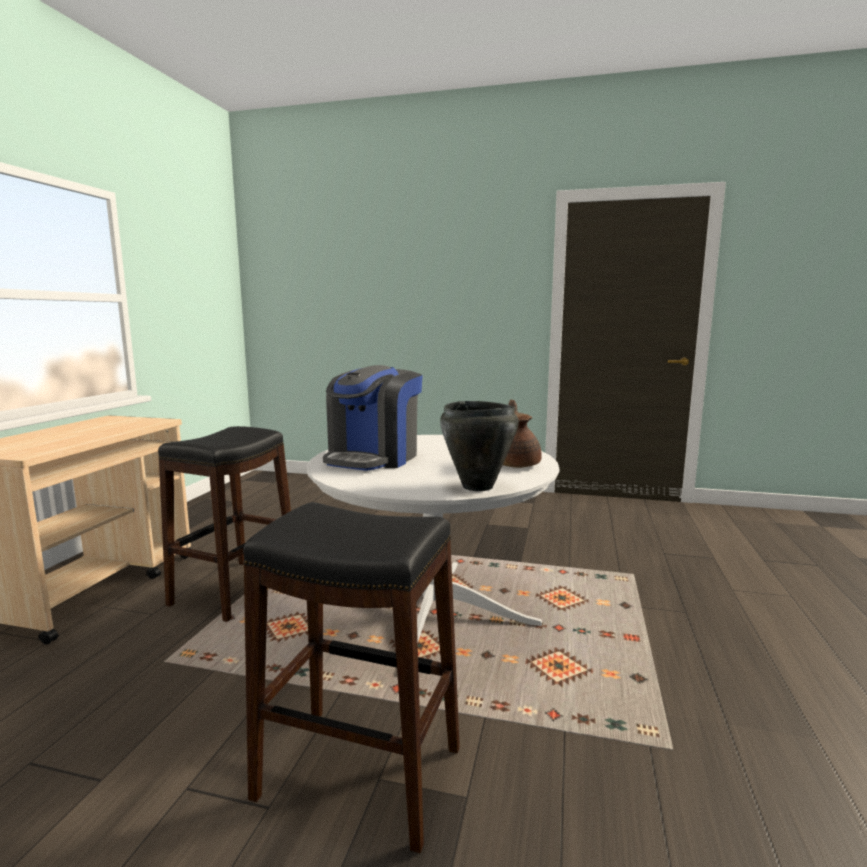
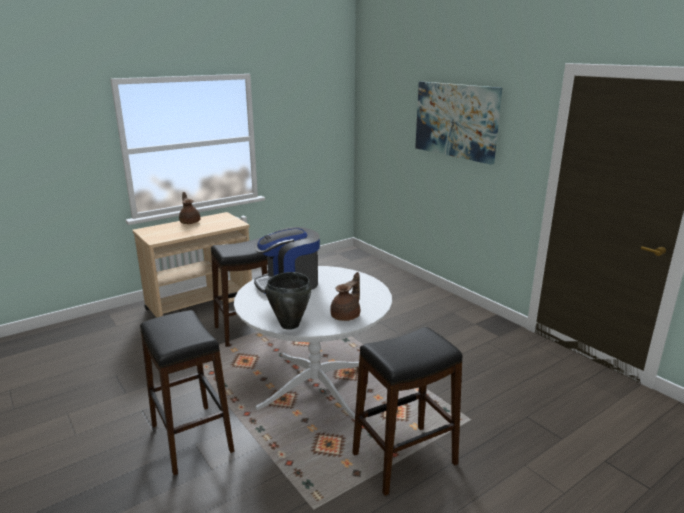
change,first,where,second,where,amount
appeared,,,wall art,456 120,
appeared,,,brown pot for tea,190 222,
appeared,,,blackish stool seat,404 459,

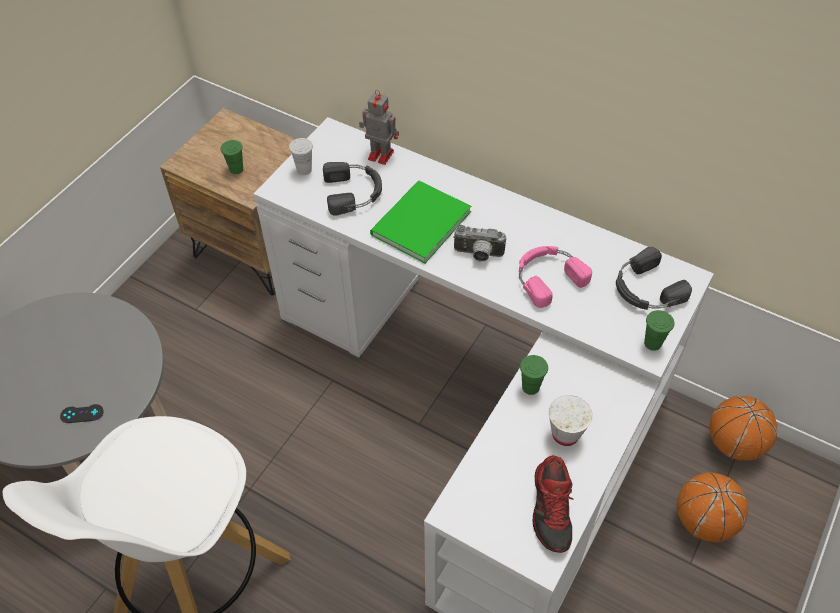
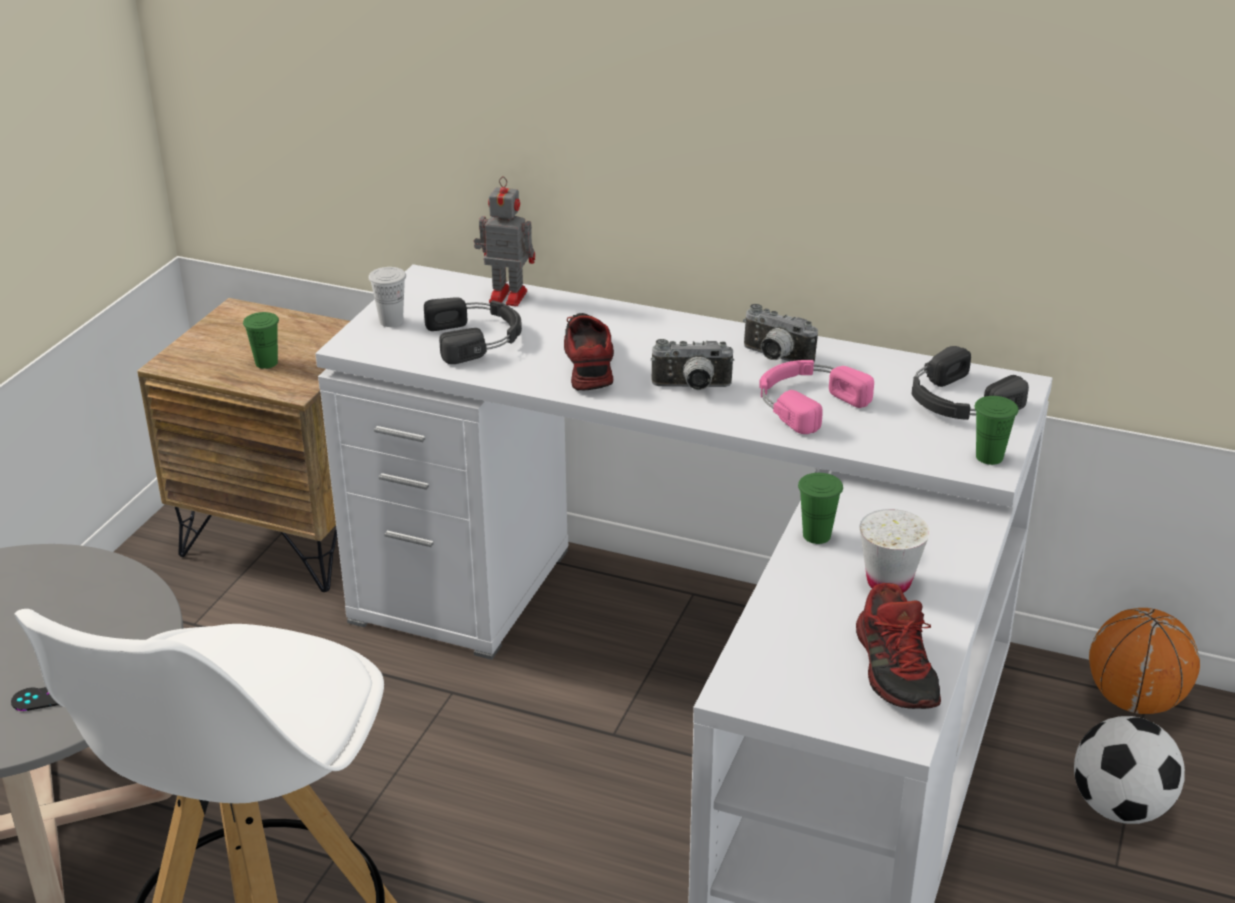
change,first,where,second,where,amount
exchanged,green book,417 224,item of footwear,587 363,
exchanged,ball for basketball,703 521,ball for football,1119 807,
appeared,,,still camera,774 358,

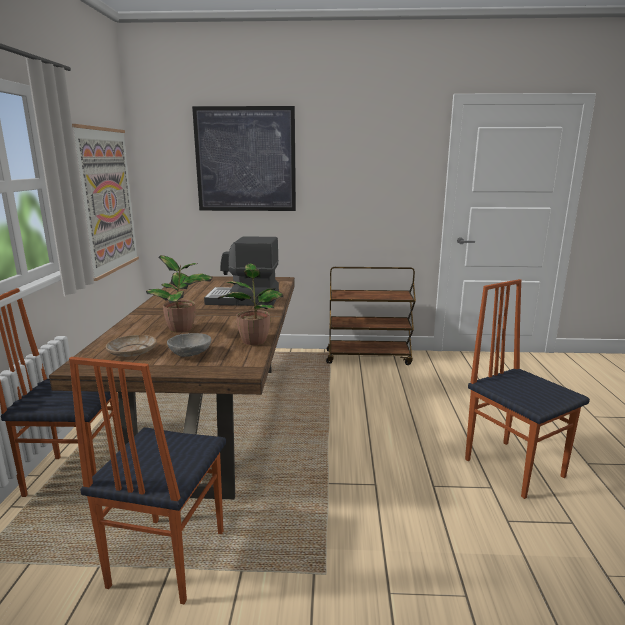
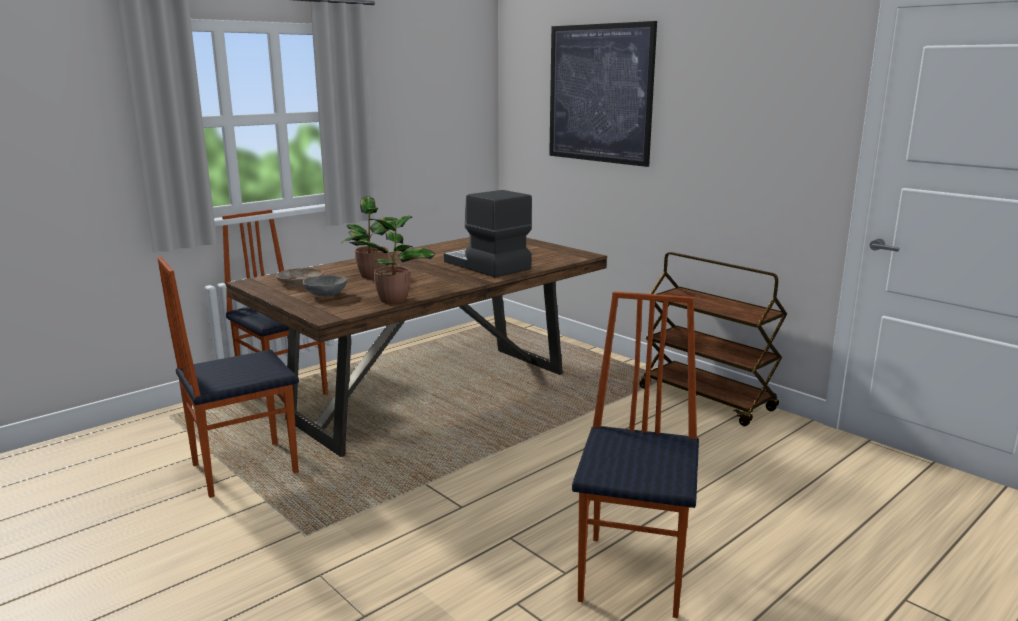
change,first,where,second,where,amount
missing,wall art,108 201,,,

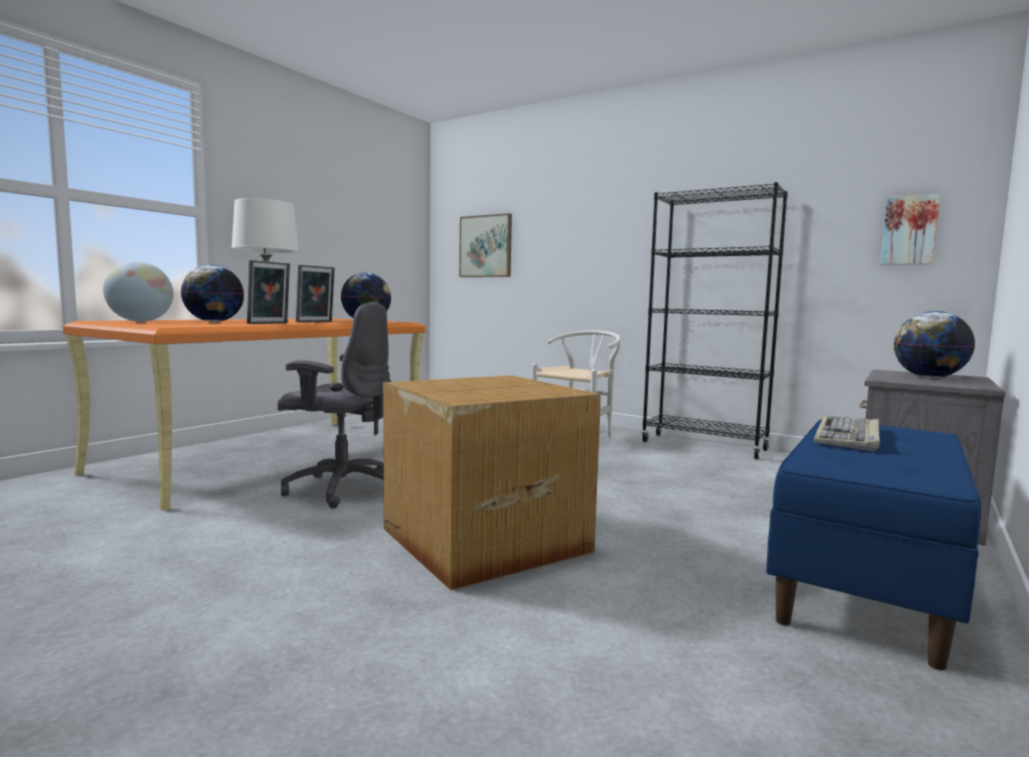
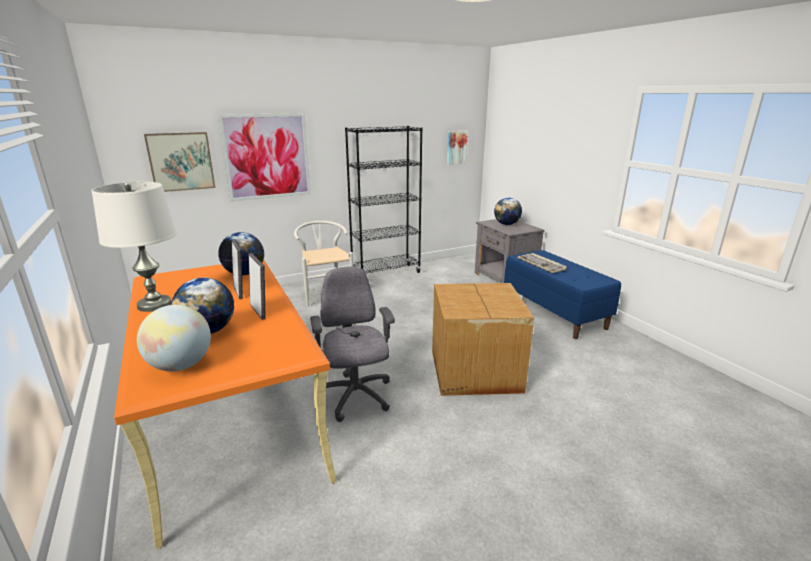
change,first,where,second,where,amount
spun,grey computer chair,341 488,,355 397,60 degrees counterclockwise
appeared,,,wall art,267 156,

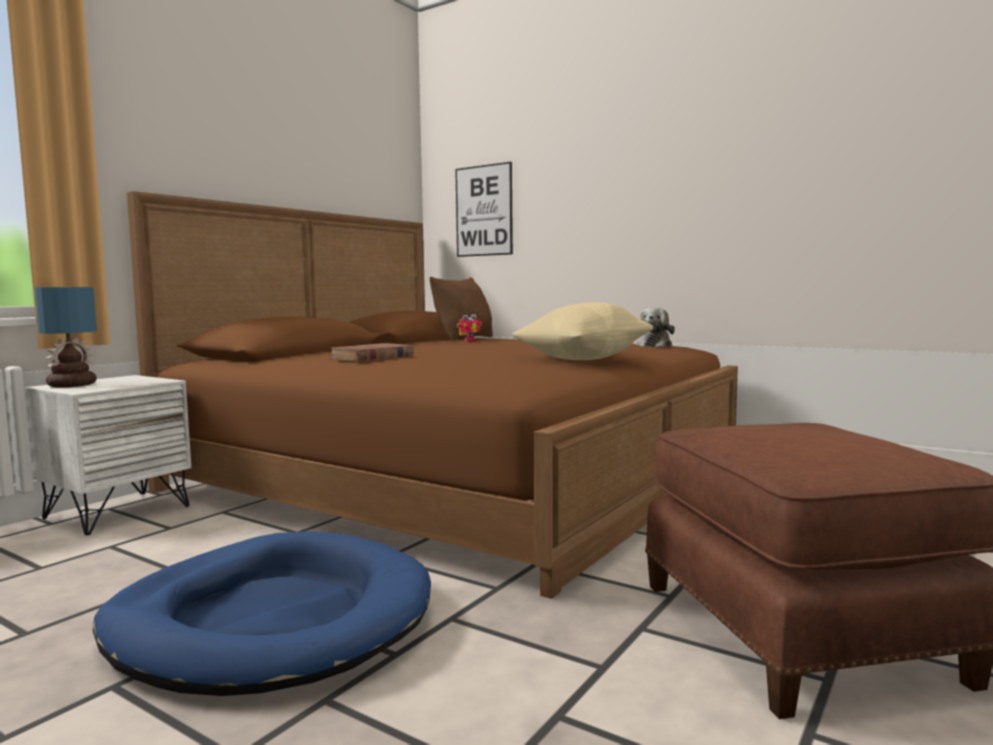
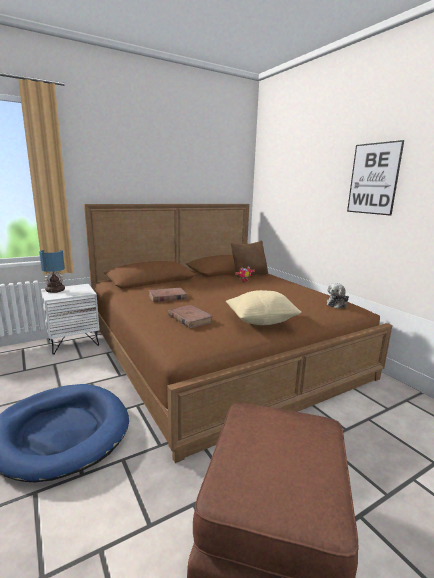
change,first,where,second,where,amount
relocated,wall art,484 210,,373 179,
appeared,,,brown book,190 318,

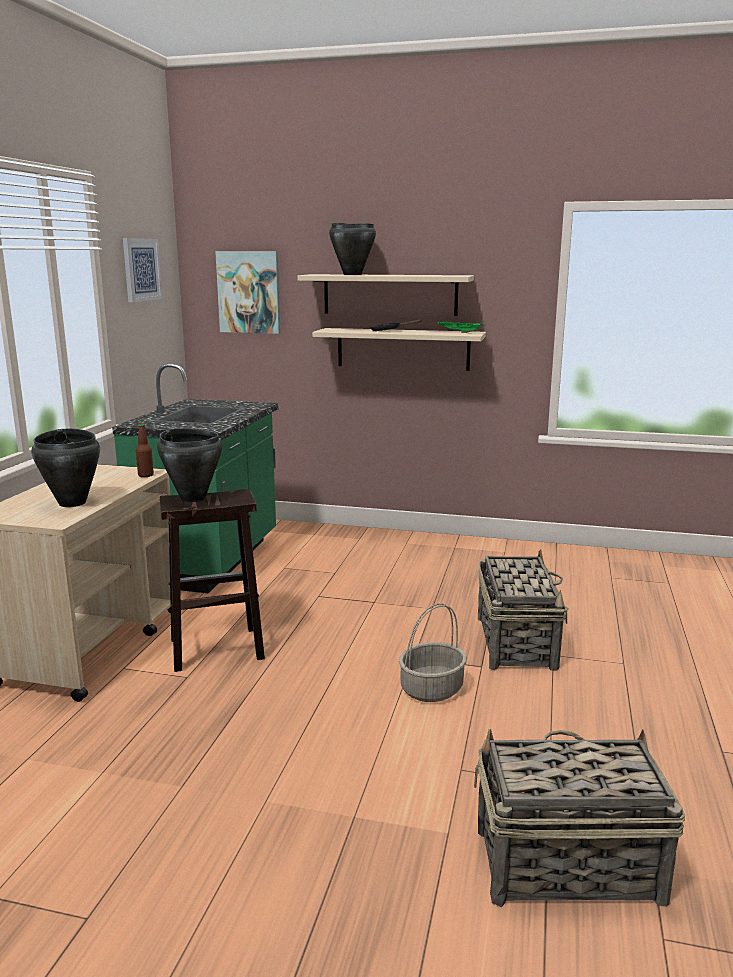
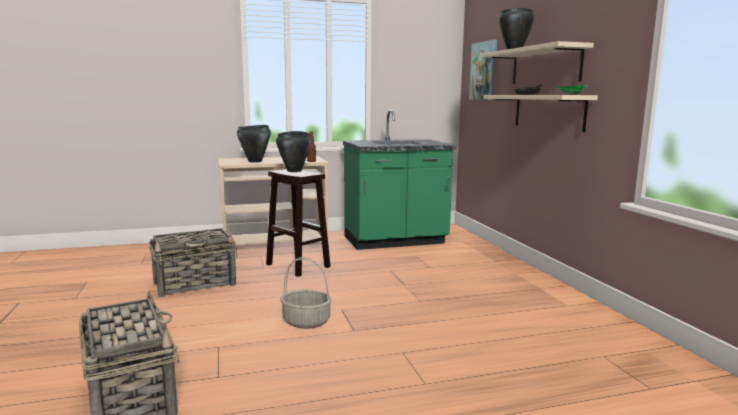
change,first,where,second,where,amount
missing,wall art,141 269,,,
relocated,storage basket,515 642,,196 284,

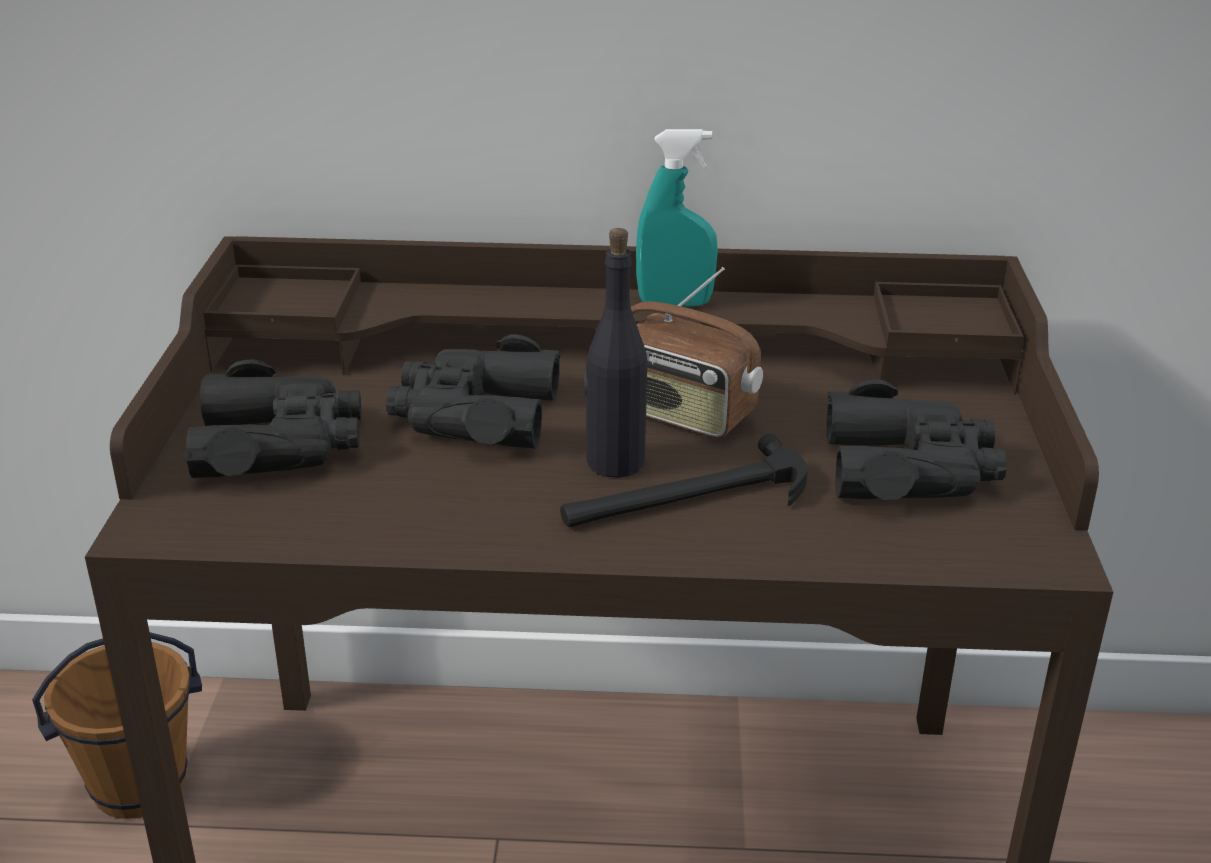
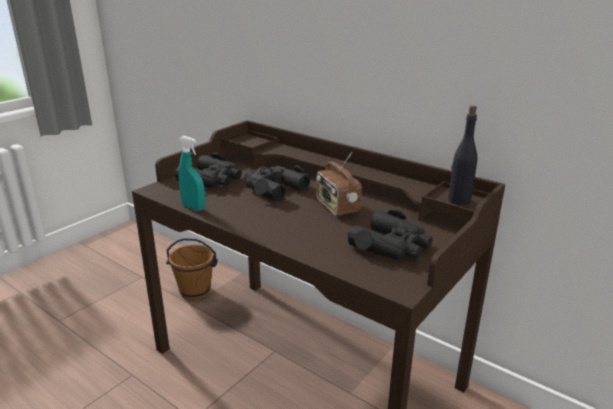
change,first,where,second,where,amount
relocated,blue-green sprayer,674 303,,193 207,
relocated,blackish beverage bottle,614 462,,459 200,
missing,hand hammer,686 499,,,

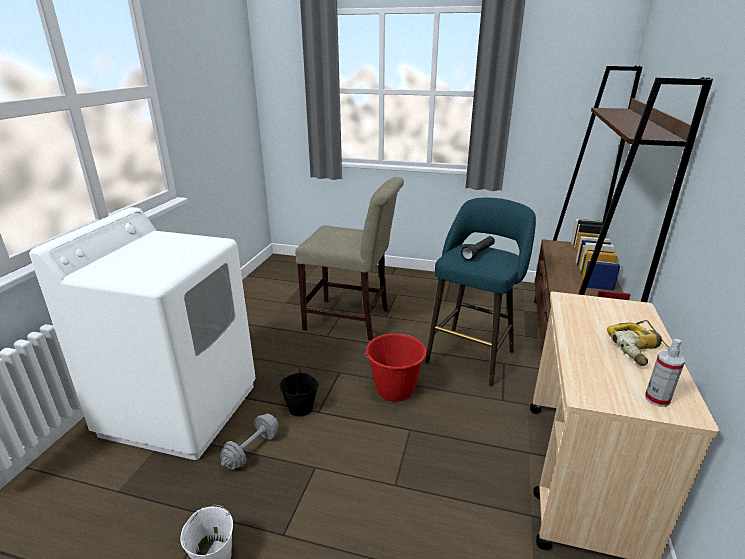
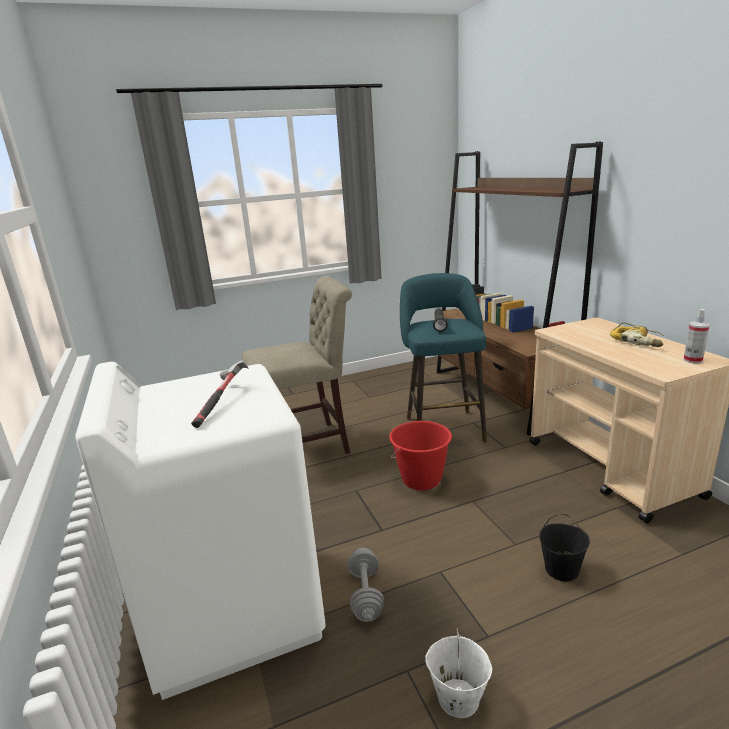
change,first,where,second,where,amount
relocated,blackish pail,301 408,,561 569,
appeared,,,hand hammer,223 402,

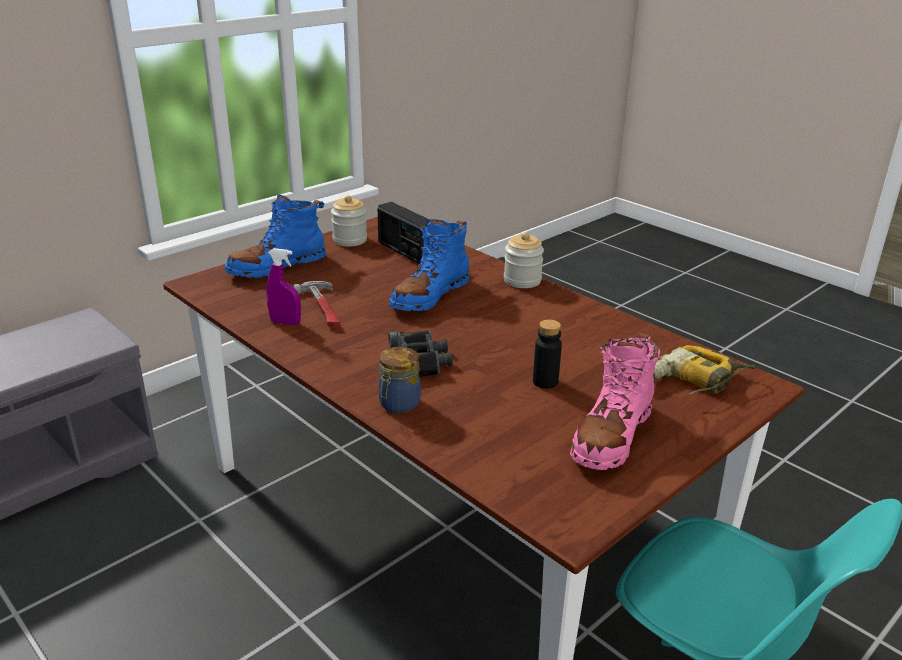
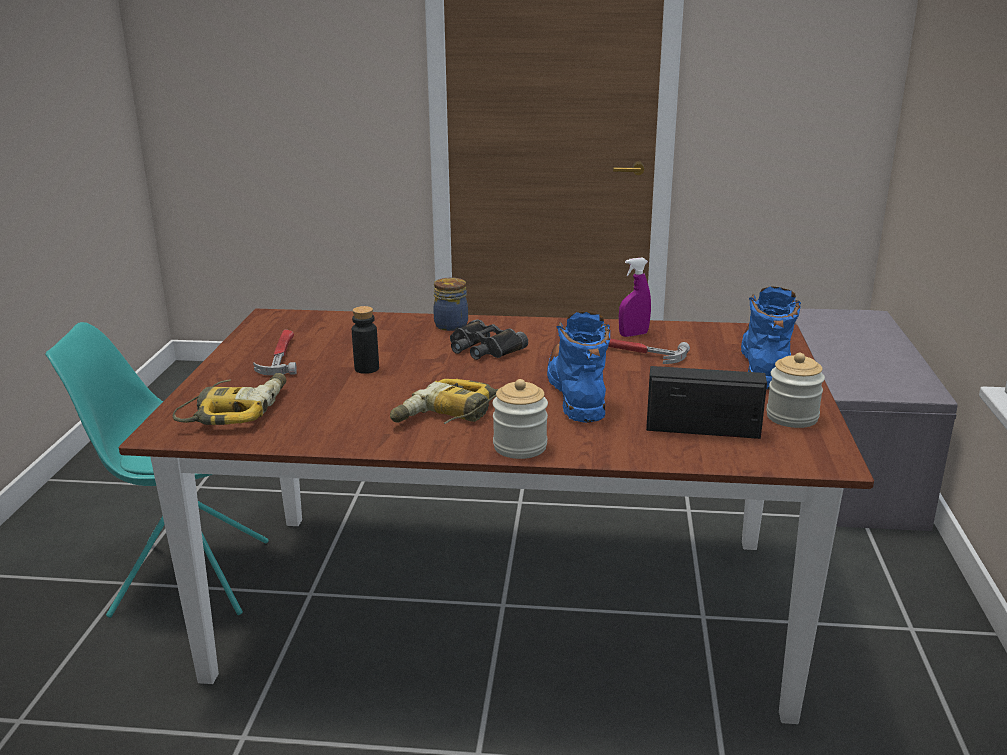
change,first,where,second,where,amount
exchanged,pink boot,612 436,hand hammer,280 356,
appeared,,,electric drill,451 415,

